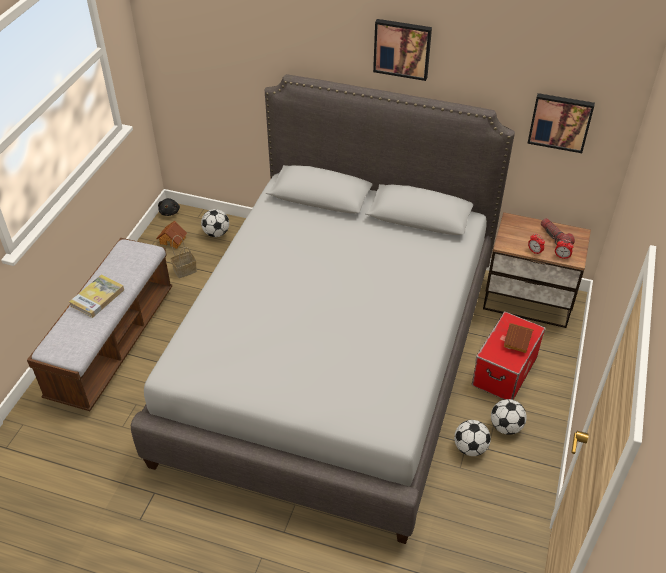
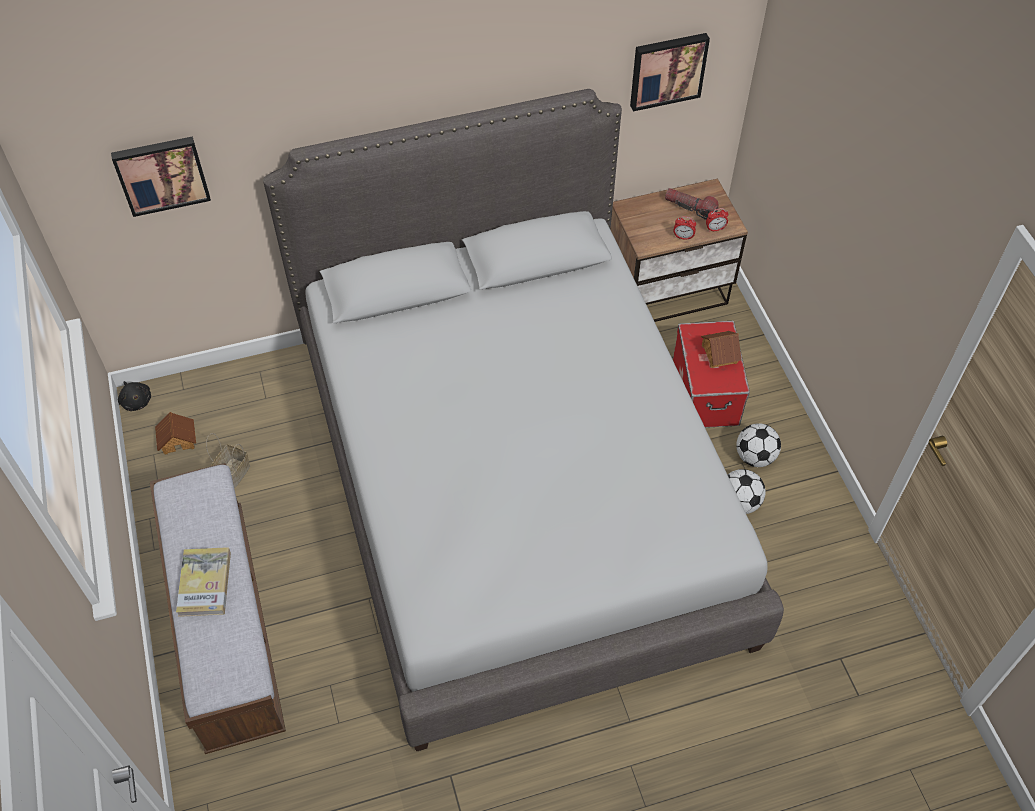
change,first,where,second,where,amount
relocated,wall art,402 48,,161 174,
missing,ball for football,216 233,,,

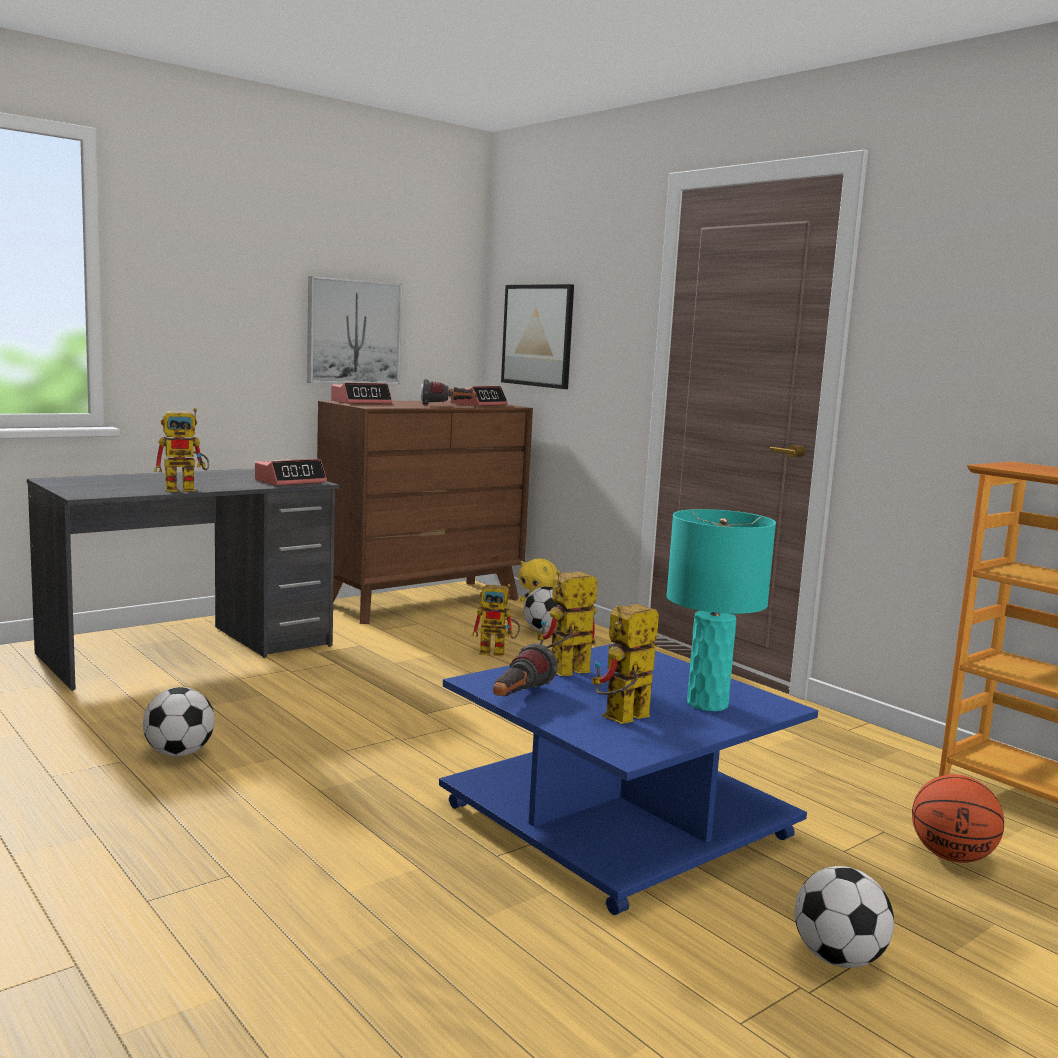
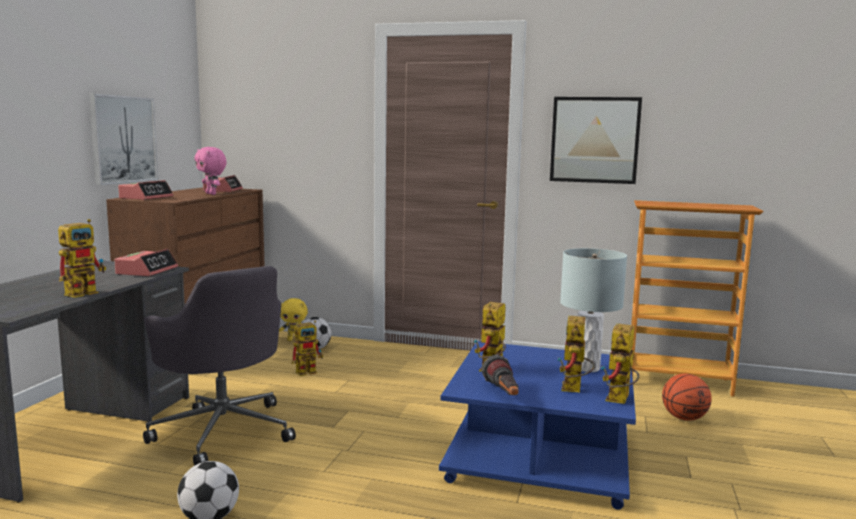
change,first,where,second,where,amount
relocated,wall art,538 335,,594 140,
exchanged,flashlight,447 406,pink soft toy,212 194,
colour,blue-green lamp for a table,707 704,grey lamp for a table,587 368,
missing,ball for football,838 959,,,
appeared,,,grey computer chair,223 431,
appeared,,,model robot,619 401,

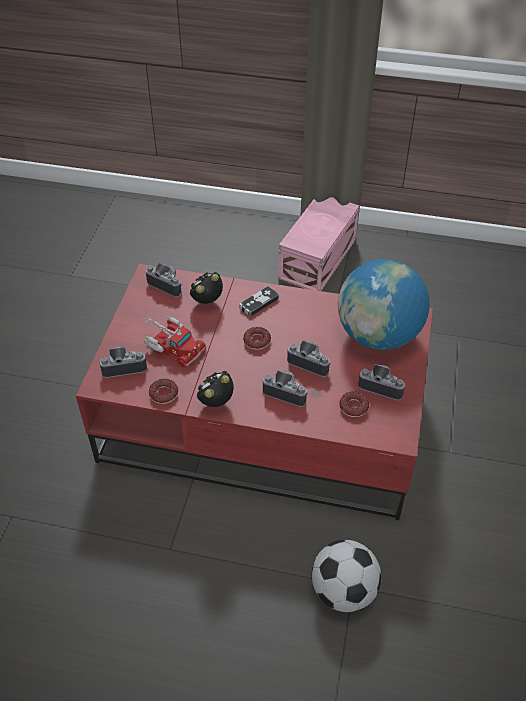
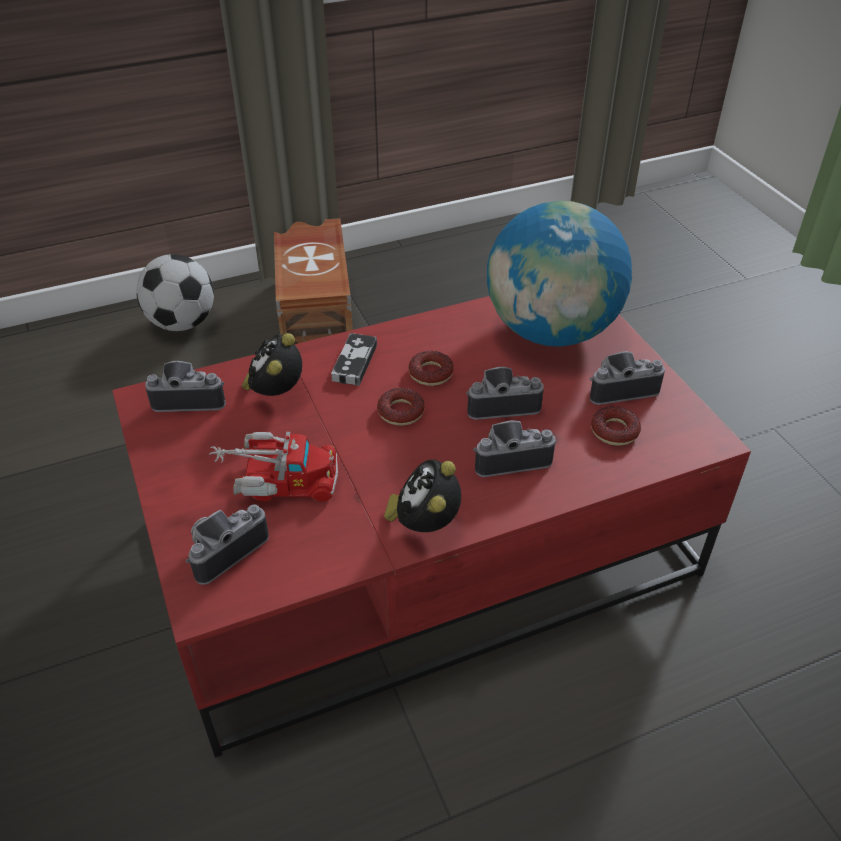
change,first,where,second,where,amount
colour,pink storage bin,319 258,brown storage bin,317 312,
relocated,donut,164 394,,431 373,
relocated,ball for football,343 590,,181 323,

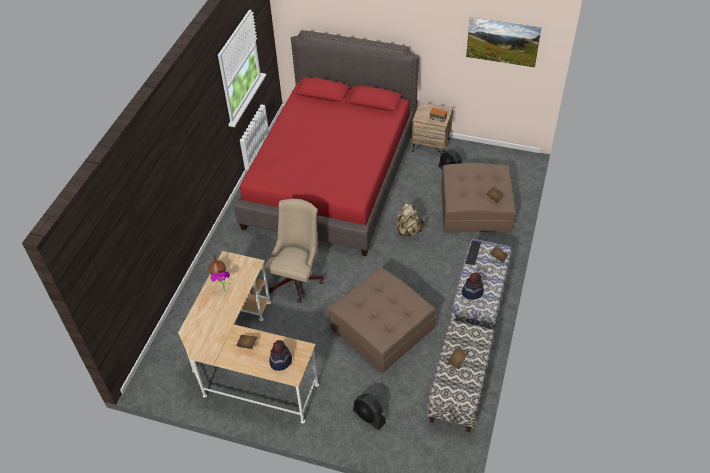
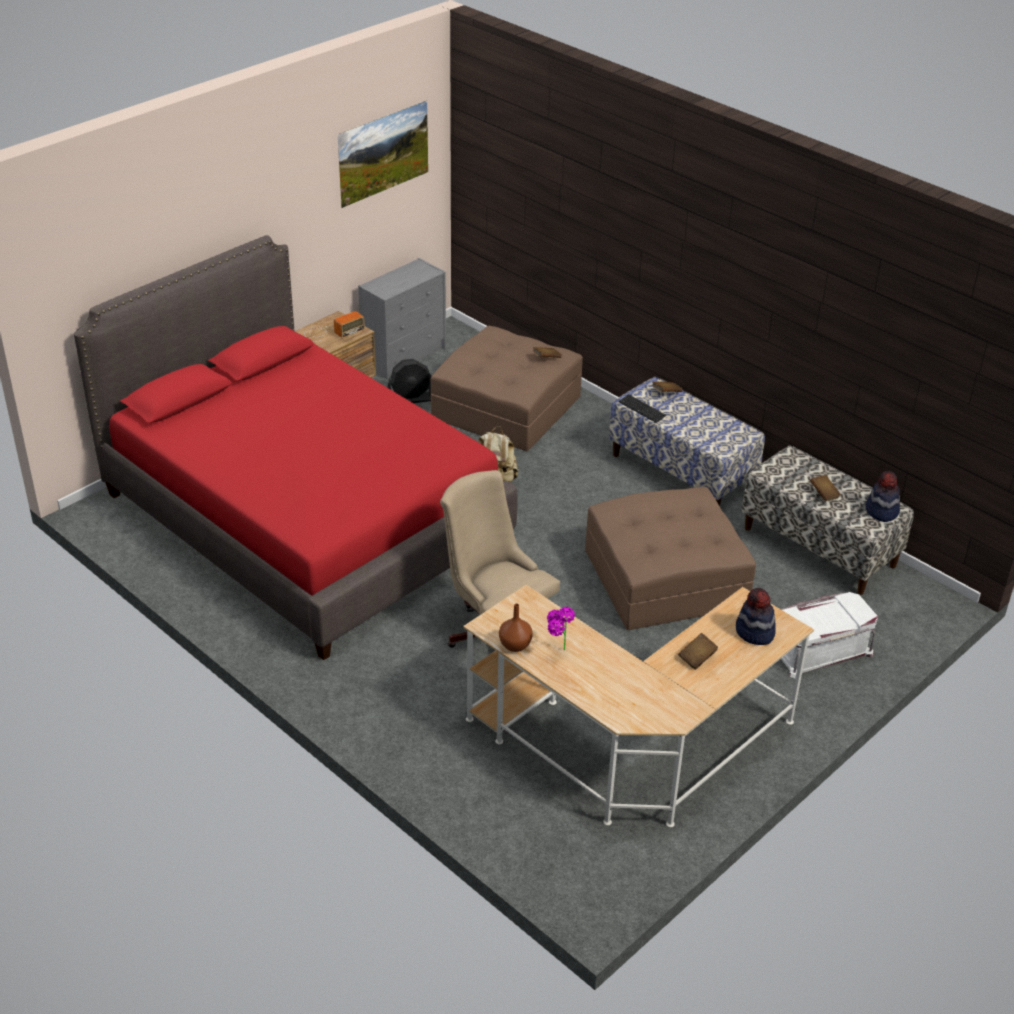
change,first,where,second,where,amount
relocated,hat,472 292,,881 511,
exchanged,blackish cooling fan,369 417,whitish storage bin,820 649,
appeared,,,grey drawer chest,405 356,

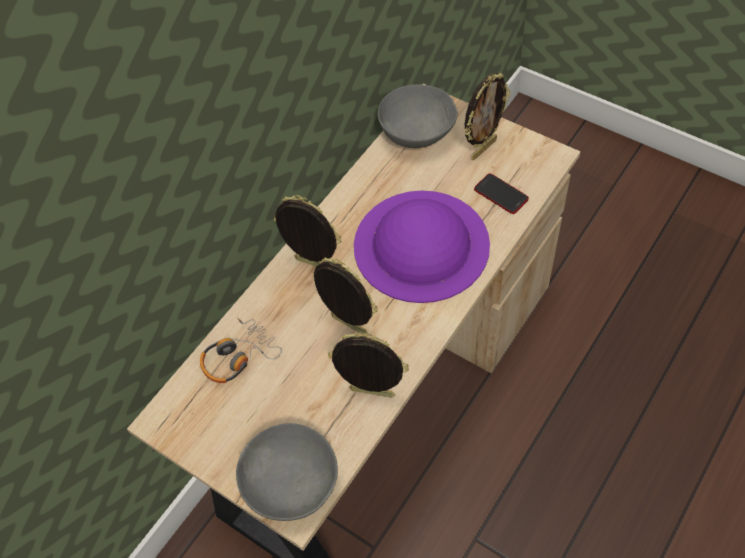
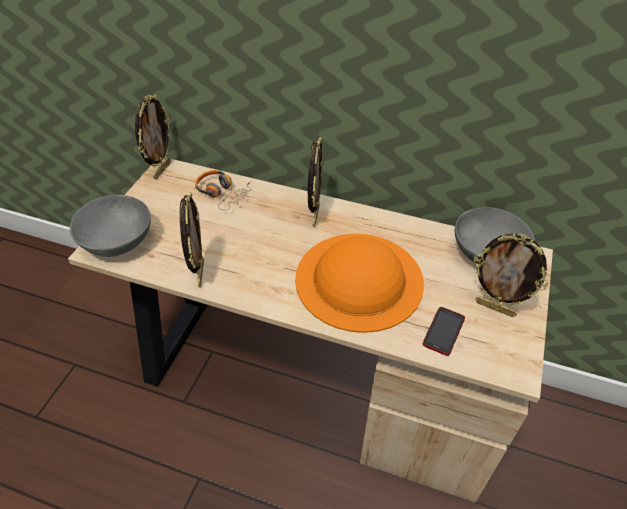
change,first,where,second,where,amount
colour,purple-coloured hat,421 245,orange hat,359 280,
relocated,standing frame,348 326,,161 170,

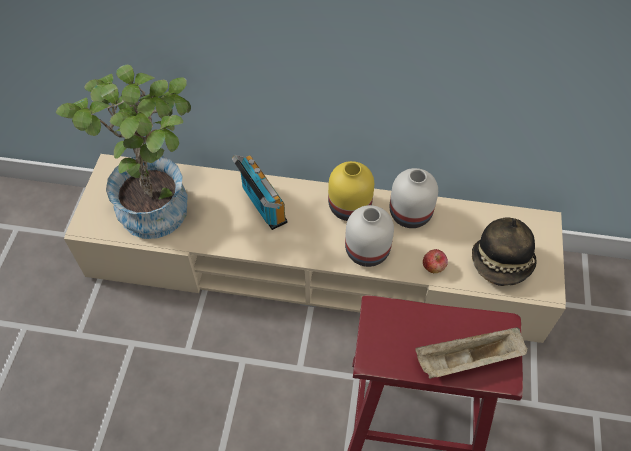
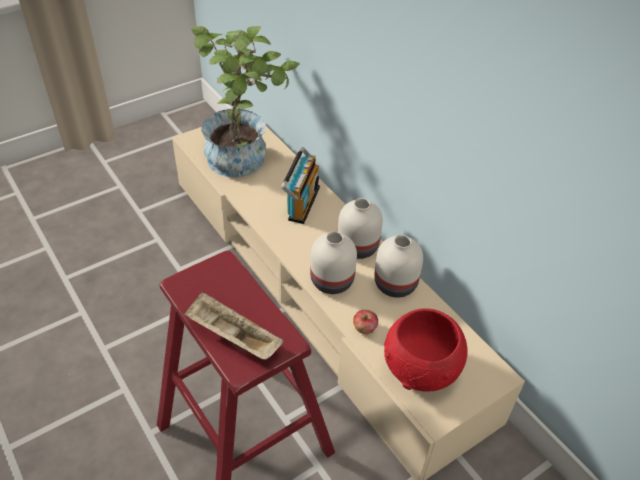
change,first,where,second,where,amount
colour,yellowish vase,351 207,whitish vase,358 247,
exchanged,hat,502 263,red-coloured serving bowl,421 370,

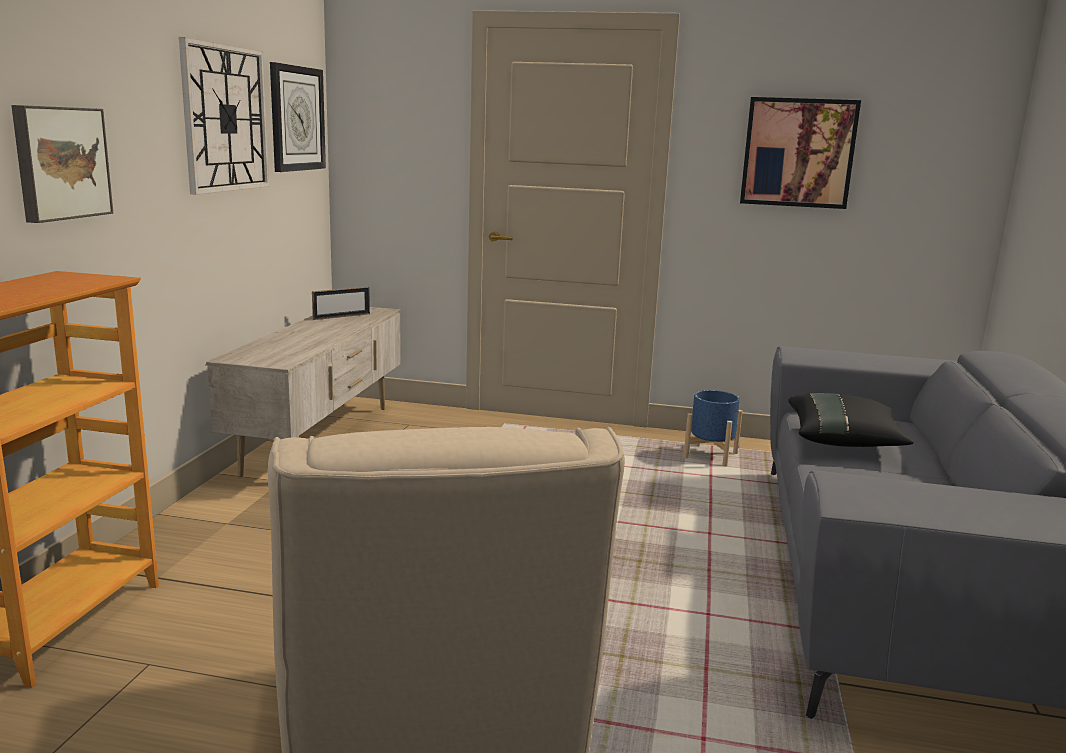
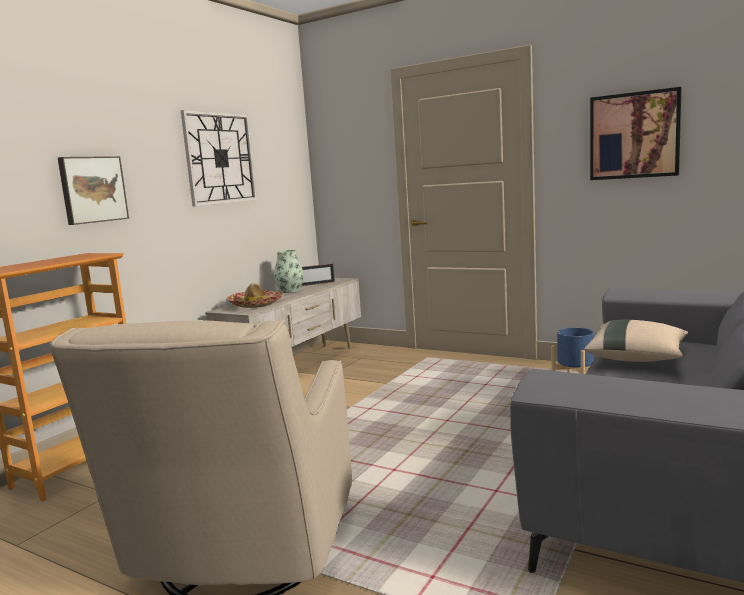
change,first,where,second,where,amount
missing,clock on the wall,296 118,,,
colour,blackish cushion,843 441,beige cushion,637 358,
appeared,,,vase,290 291,
appeared,,,hat,256 304,

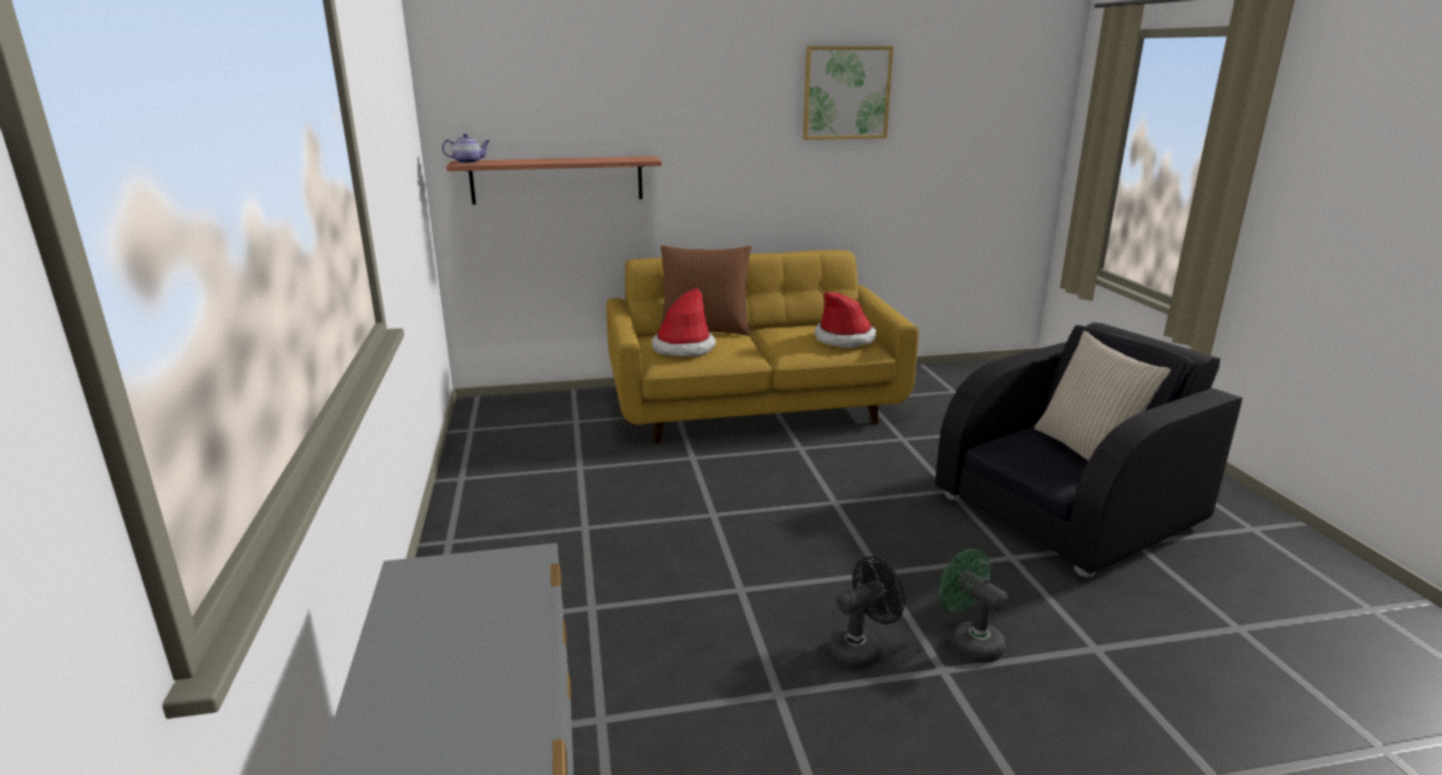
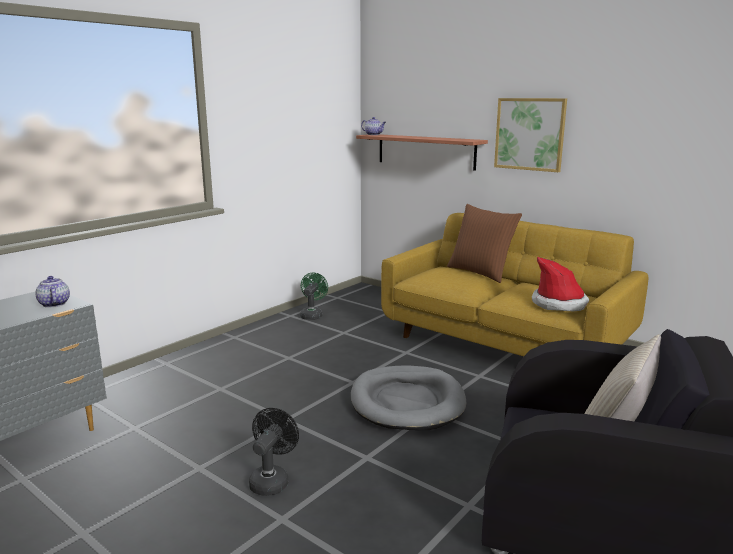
change,first,where,second,where,amount
relocated,wall art,846 93,,530 134,
missing,hat,683 348,,,
relocated,green cooling fan,969 641,,312 315,
spun,blackish cooling fan,861 649,,272 480,90 degrees counterclockwise
appeared,,,pot for tea,54 304,
appeared,,,grey dog cushion,407 402,

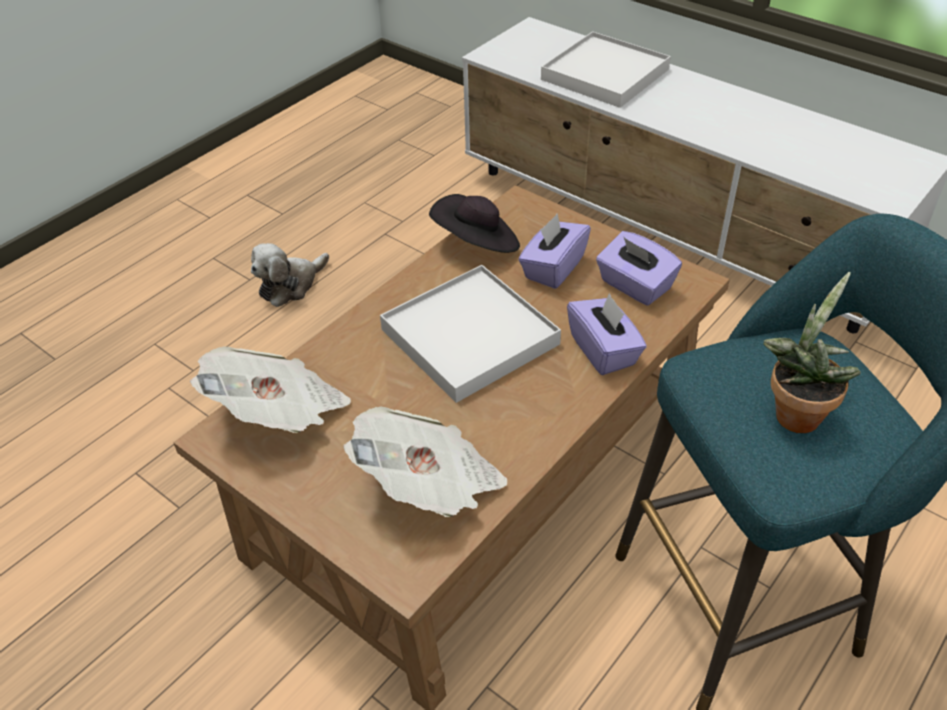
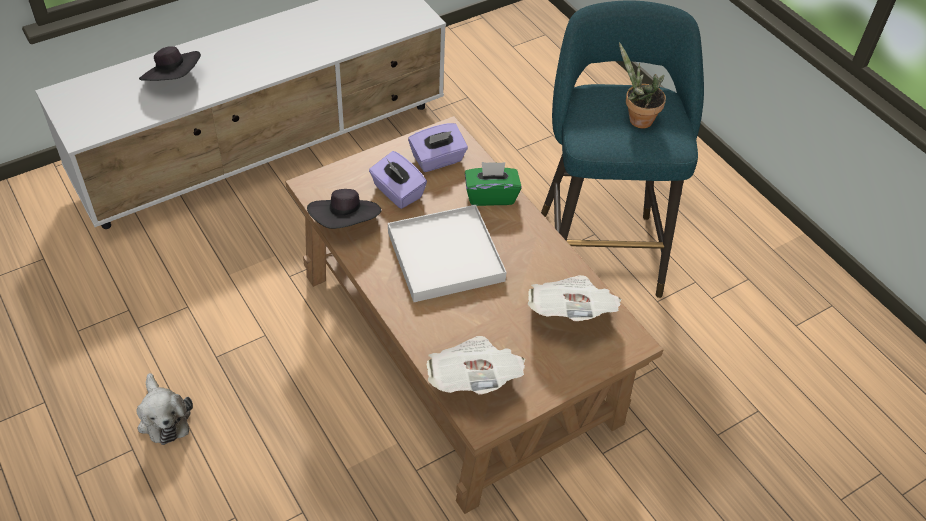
change,first,where,second,where,amount
exchanged,whitish tray,605 74,blackish hat,174 80,
colour,purple-coloured box of tissues,604 351,green box of tissues,491 196,

